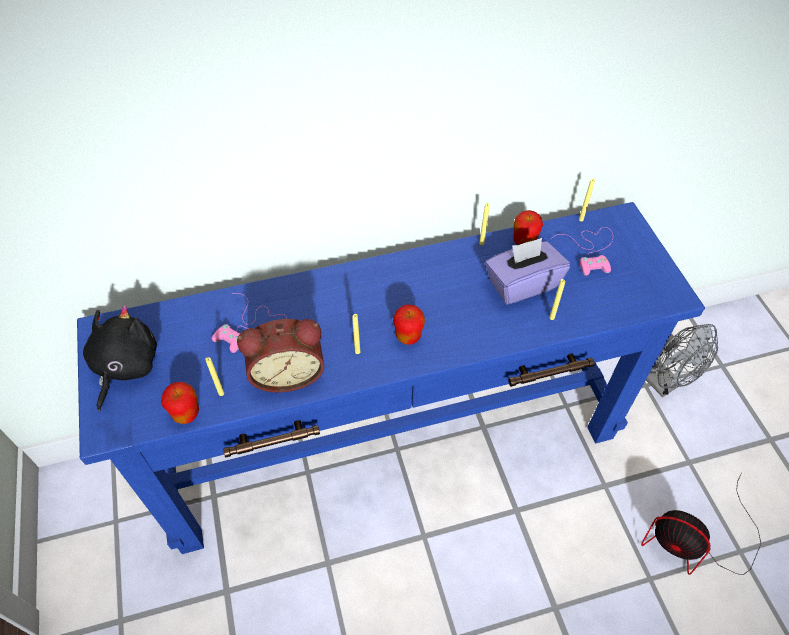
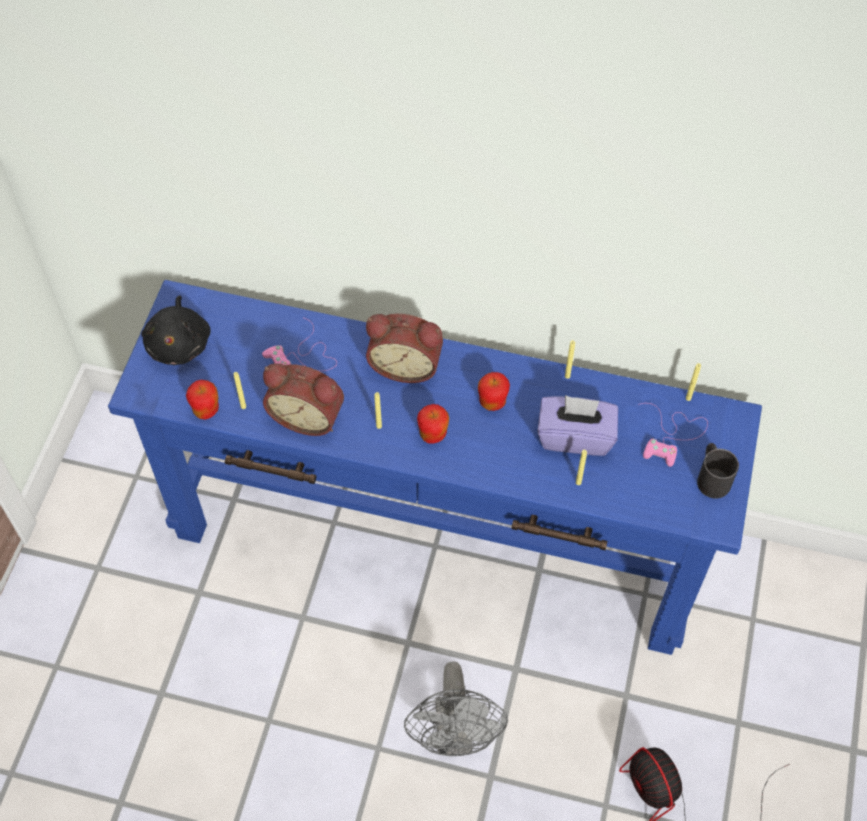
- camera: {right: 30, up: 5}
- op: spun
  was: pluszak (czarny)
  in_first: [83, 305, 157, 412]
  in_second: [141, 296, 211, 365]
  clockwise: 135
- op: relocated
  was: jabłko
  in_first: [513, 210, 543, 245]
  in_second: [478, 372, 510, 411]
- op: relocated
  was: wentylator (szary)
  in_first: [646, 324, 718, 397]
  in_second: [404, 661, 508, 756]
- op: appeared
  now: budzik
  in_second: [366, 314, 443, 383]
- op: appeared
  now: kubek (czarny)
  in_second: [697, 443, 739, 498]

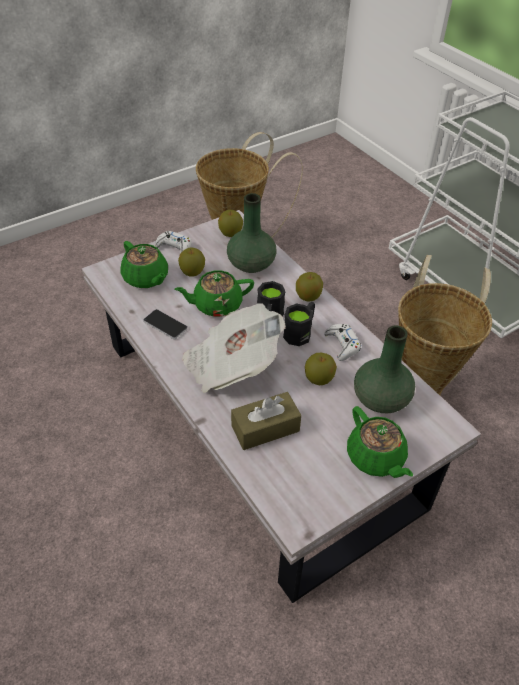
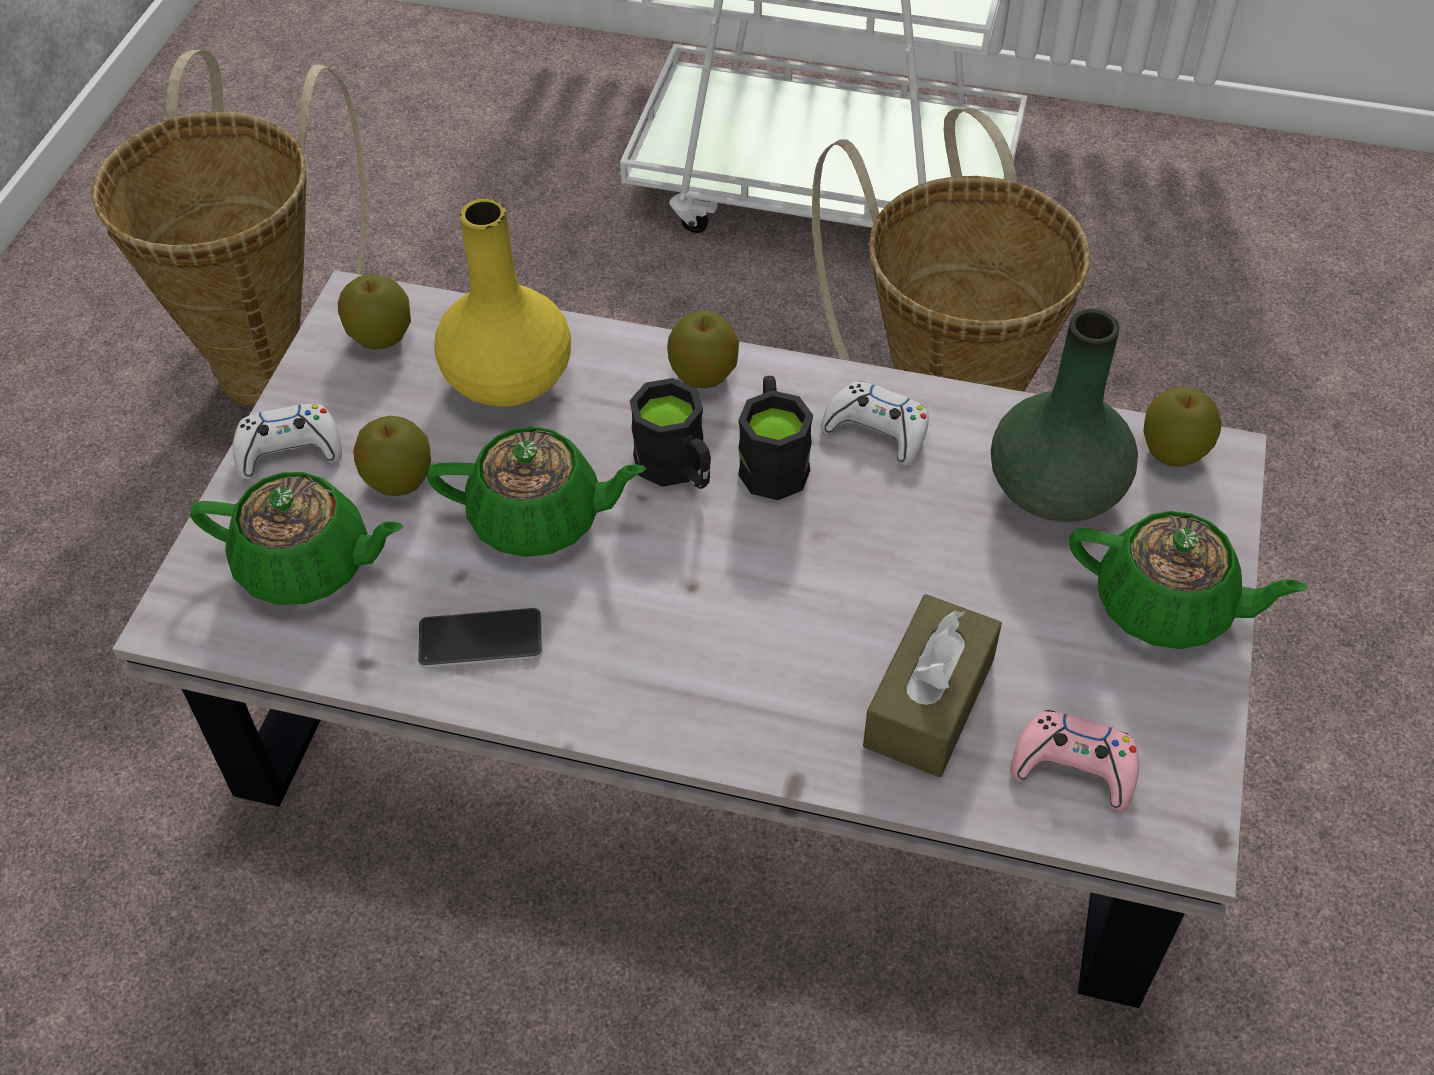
- camera: {right: -40, up: 5}
- op: spun
  was: imbryk (zielony)
  in_first: [175, 270, 254, 317]
  in_second: [427, 426, 647, 557]
  clockwise: -120
- op: missing
  was: gazeta
  in_first: [182, 303, 286, 393]
- op: colour
  was: wazon (zielony)
  now: wazon (żółty)
  in_first: [227, 193, 276, 273]
  in_second: [434, 199, 571, 407]
- op: relocated
  was: jabłko
  in_first: [305, 353, 337, 385]
  in_second: [1143, 387, 1222, 467]
- op: appeared
  now: pad do gier (różowy)
  in_second: [1010, 710, 1139, 811]

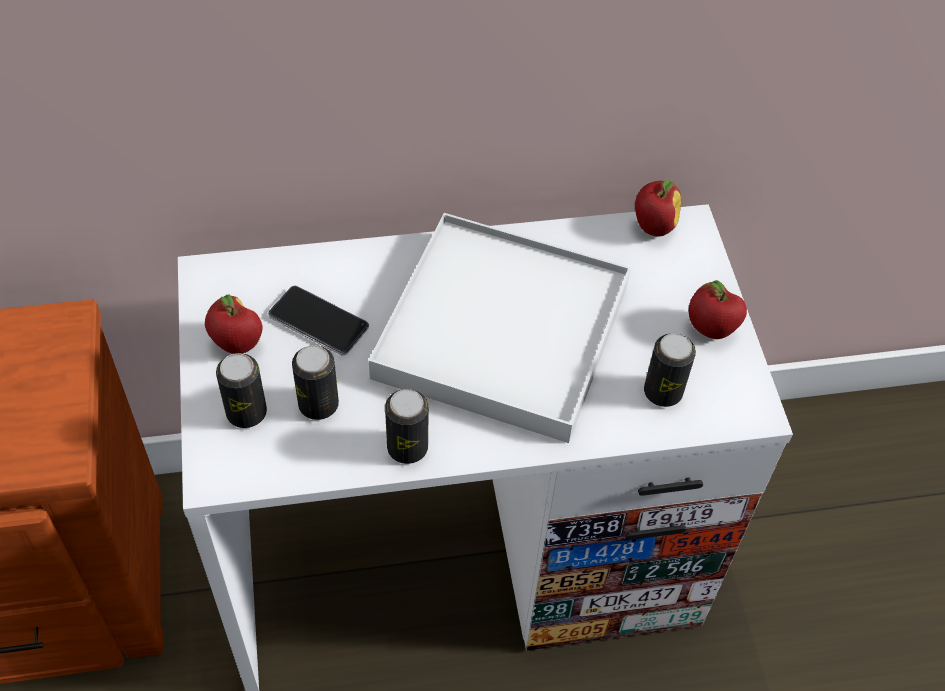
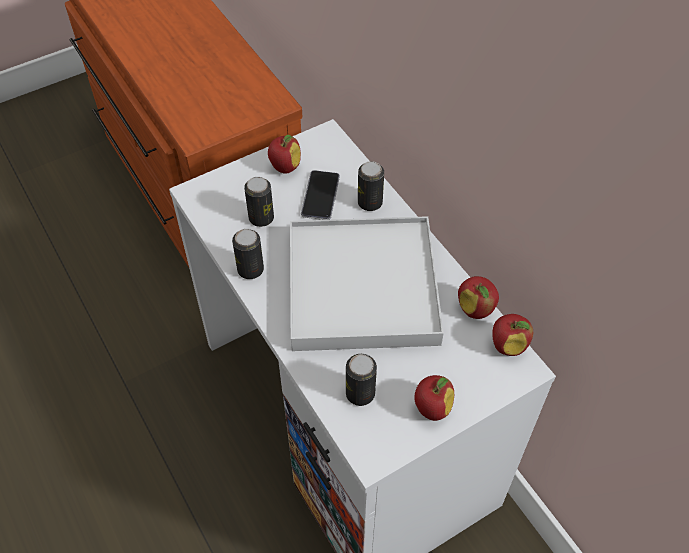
- camera: {right: 70, up: 0}
- op: relocated
  was: puszka
  in_first: [216, 353, 267, 428]
  in_second: [358, 161, 384, 211]
- op: appeared
  now: jabłko
  in_second: [458, 276, 499, 319]

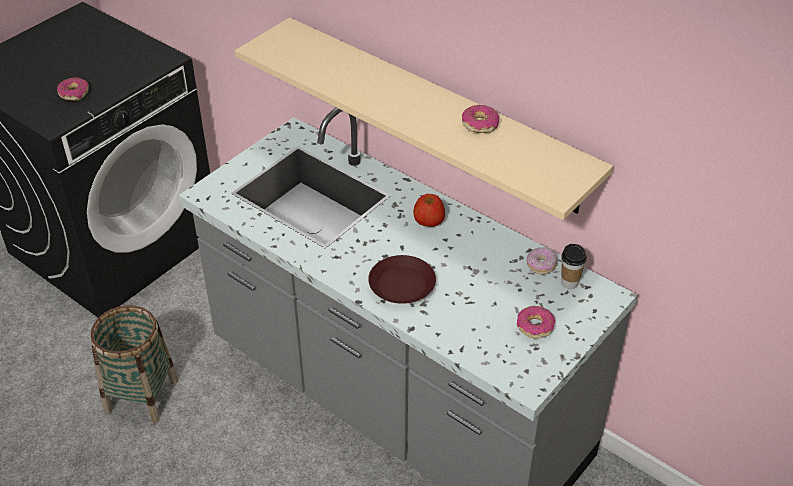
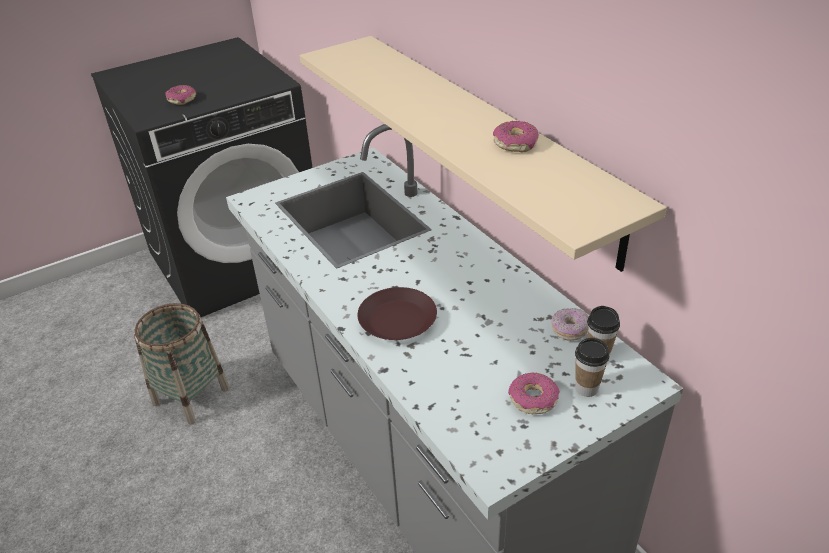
- camera: {right: 20, up: -5}
- op: missing
  was: jabłko
  in_first: [413, 194, 445, 227]
- op: appeared
  now: filiżanka
  in_second: [575, 338, 609, 397]

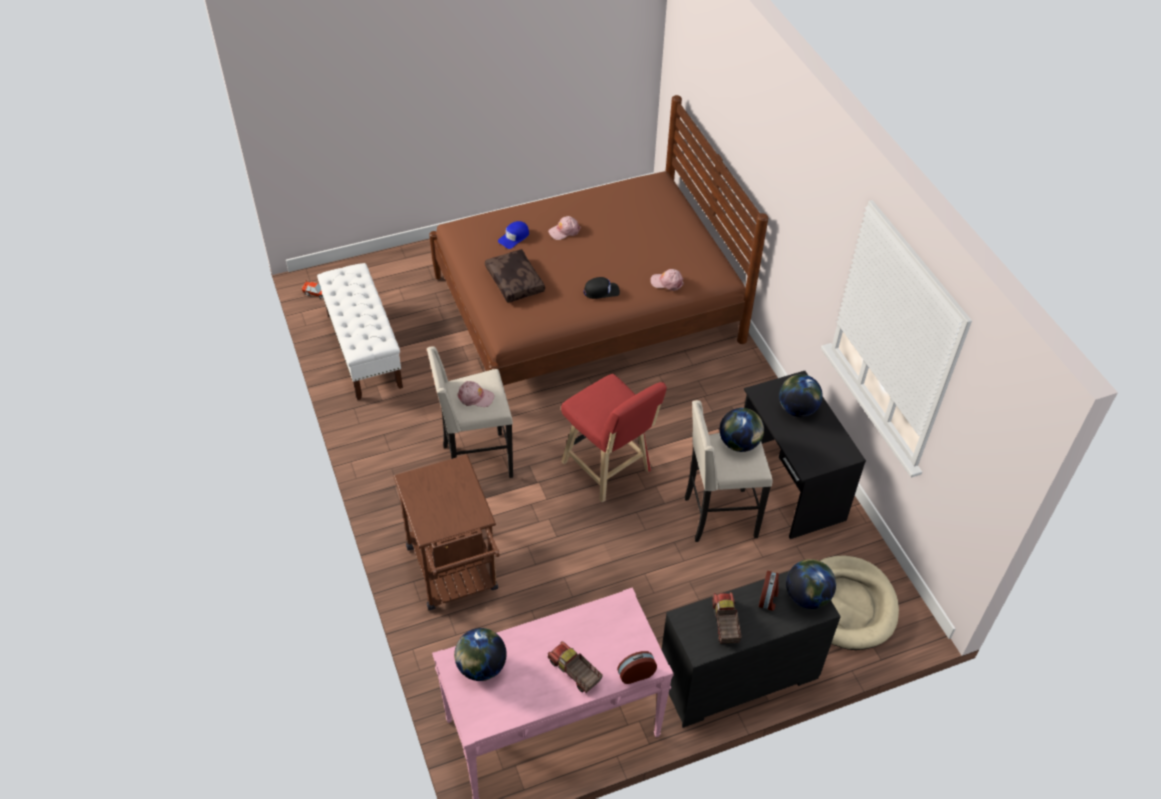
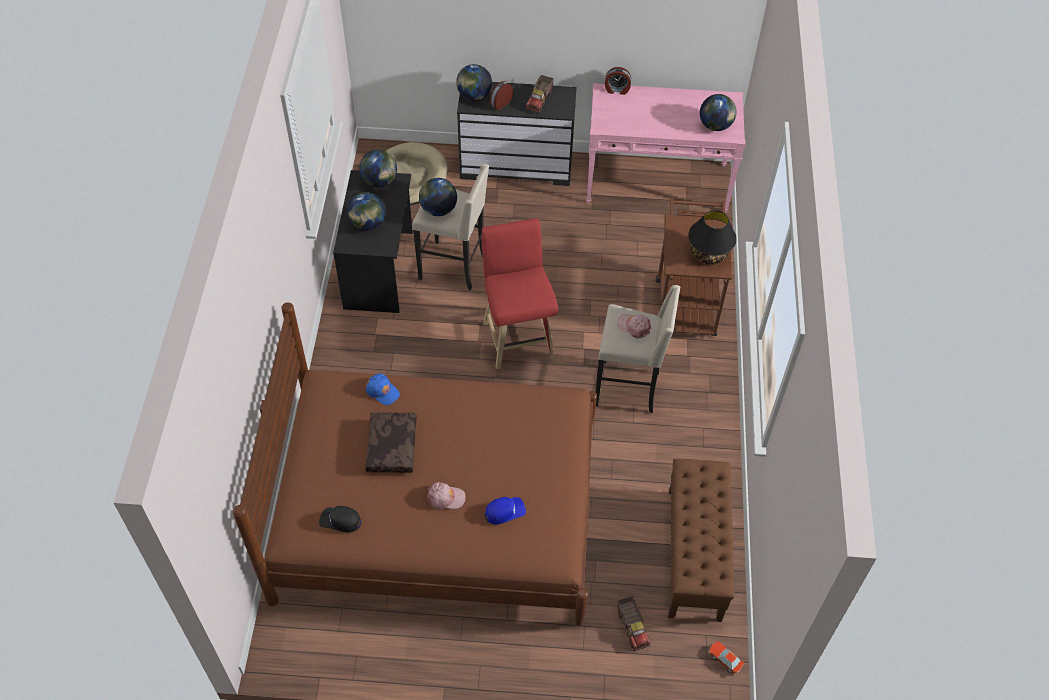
- camera: {right: -155, up: 5}
- op: colour
  was: ławka (biały)
  now: ławka (brązowy)
  in_first: [317, 263, 403, 400]
  in_second: [668, 459, 734, 622]
- op: relocated
  was: poduszka (brązowy)
  in_first: [485, 249, 545, 303]
  in_second: [366, 412, 416, 473]
- op: relocated
  was: ciężarówka zabawkowa
  in_first: [548, 641, 603, 693]
  in_second: [617, 596, 650, 651]
- op: relocated
  was: czapka z daszkiem (czarny)
  in_first: [584, 277, 620, 299]
  in_second: [319, 506, 361, 533]
- op: colour
  was: czapka z daszkiem (różowy)
  now: czapka z daszkiem (niebieski)
  in_first: [651, 269, 684, 291]
  in_second: [366, 373, 400, 405]
- op: appeared
  now: globus
  in_second: [360, 150, 397, 188]
- op: appeared
  now: lampa stołowa (czarny)
  in_second: [688, 210, 737, 265]

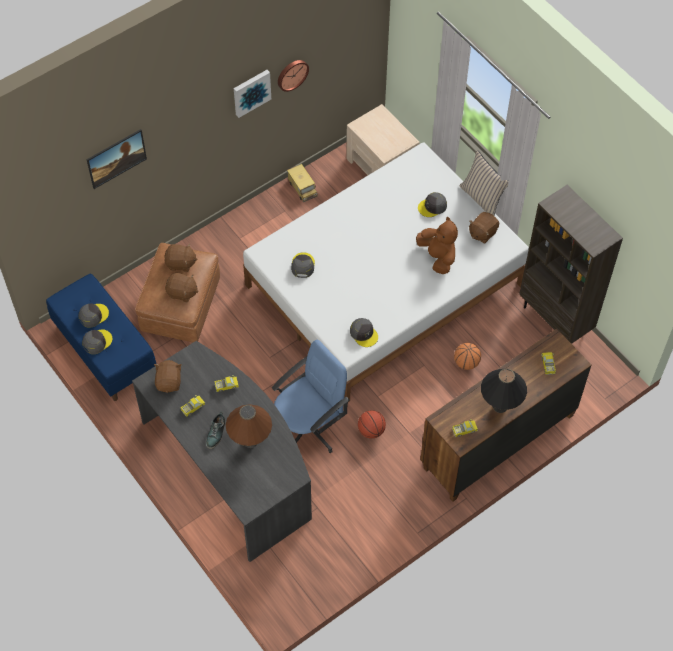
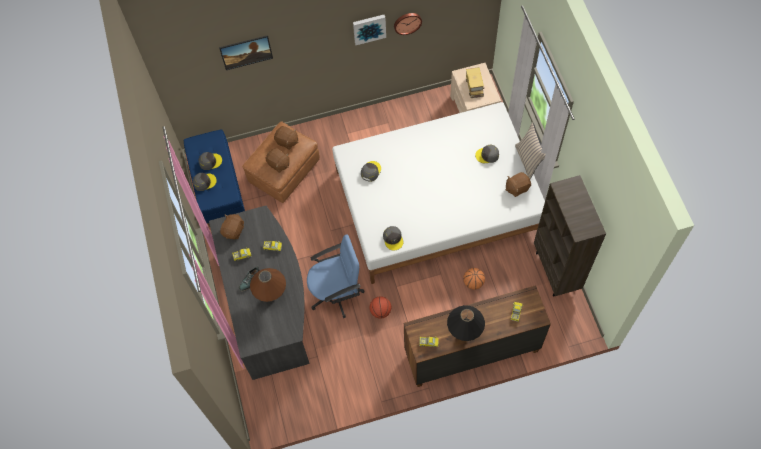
- camera: {right: 25, up: 5}
- op: relocated
  was: ciężarówka zabawkowa
  in_first: [287, 164, 318, 202]
  in_second: [466, 67, 484, 98]
- op: missing
  was: pluszak (brązowy)
  in_first: [416, 216, 458, 274]

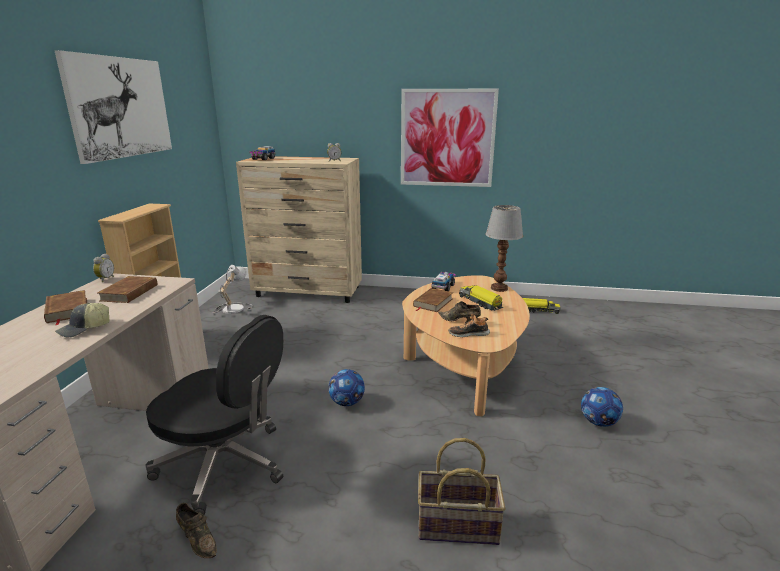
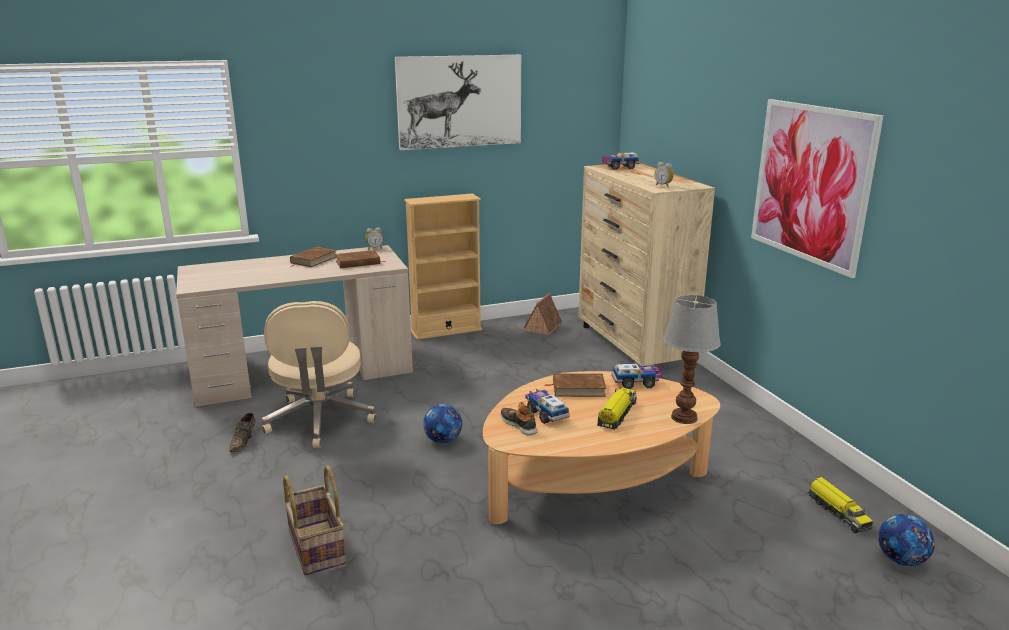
- camera: {right: 60, up: 0}
- op: missing
  was: czapka z daszkiem
  in_first: [55, 303, 109, 337]
- op: colour
  was: krzesło biurowe (czarny)
  now: krzesło biurowe (beżowy)
  in_first: [145, 315, 283, 515]
  in_second: [262, 301, 376, 448]
- op: exchanged
  was: lampa stołowa
  now: domek
  in_first: [213, 265, 253, 314]
  in_second: [524, 293, 562, 335]
- op: exchanged
  was: but (brązowy)
  now: ciężarówka zabawkowa
  in_first: [438, 301, 481, 324]
  in_second: [525, 389, 570, 424]
- op: relocated
  was: piłka futbolowa
  in_first: [581, 387, 623, 427]
  in_second: [878, 514, 935, 566]

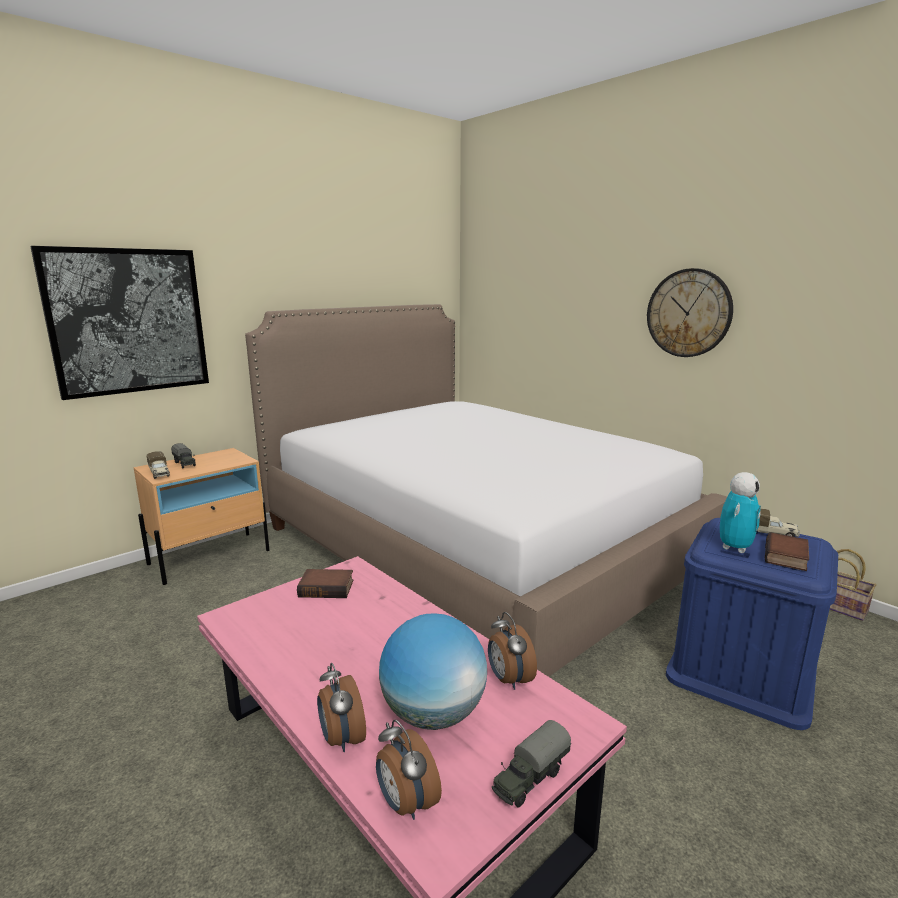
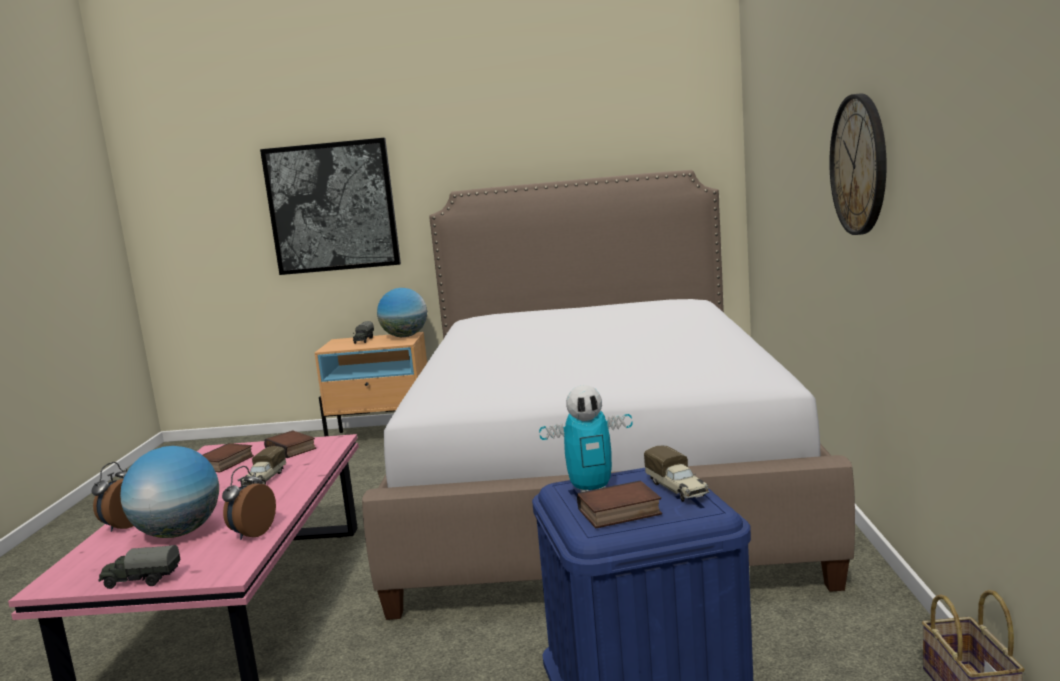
- camera: {right: 45, up: -5}
- op: relocated
  was: ciężarówka zabawkowa
  in_first: [146, 451, 170, 479]
  in_second: [242, 446, 286, 486]
- op: missing
  was: budzik
  in_first: [376, 719, 442, 820]
- op: appeared
  now: książka
  in_second: [203, 443, 254, 472]
- op: appeared
  now: globus
  in_second: [377, 288, 427, 337]

